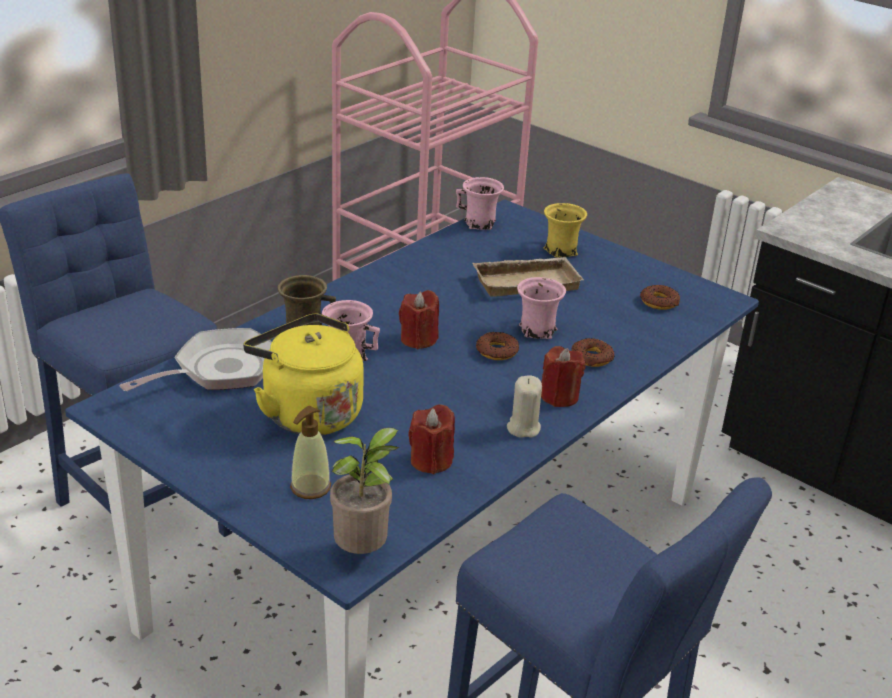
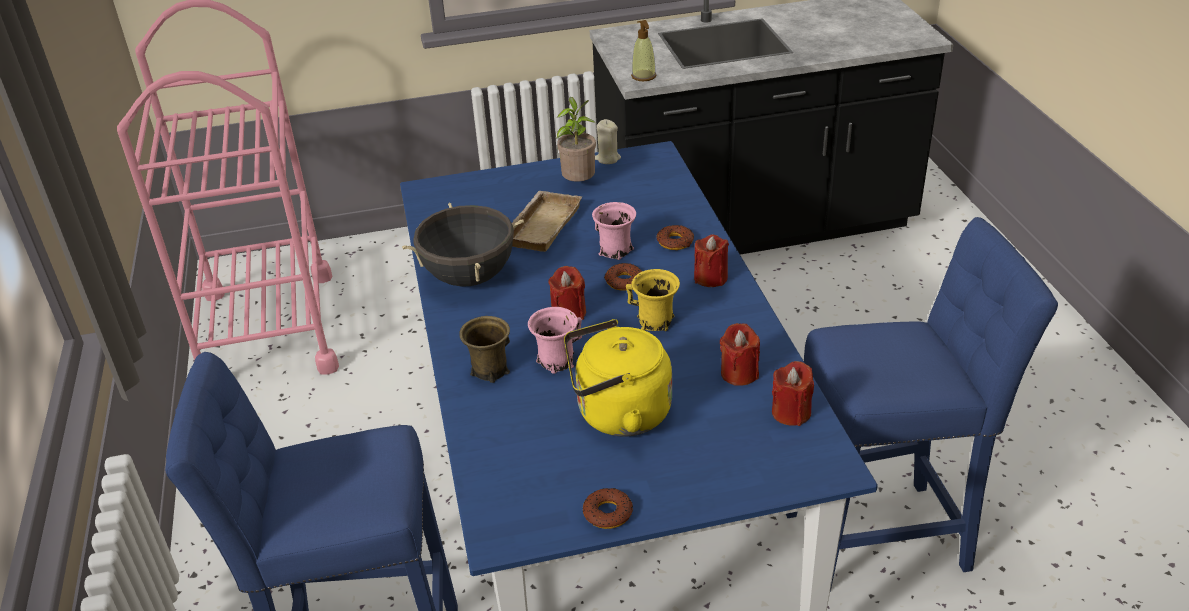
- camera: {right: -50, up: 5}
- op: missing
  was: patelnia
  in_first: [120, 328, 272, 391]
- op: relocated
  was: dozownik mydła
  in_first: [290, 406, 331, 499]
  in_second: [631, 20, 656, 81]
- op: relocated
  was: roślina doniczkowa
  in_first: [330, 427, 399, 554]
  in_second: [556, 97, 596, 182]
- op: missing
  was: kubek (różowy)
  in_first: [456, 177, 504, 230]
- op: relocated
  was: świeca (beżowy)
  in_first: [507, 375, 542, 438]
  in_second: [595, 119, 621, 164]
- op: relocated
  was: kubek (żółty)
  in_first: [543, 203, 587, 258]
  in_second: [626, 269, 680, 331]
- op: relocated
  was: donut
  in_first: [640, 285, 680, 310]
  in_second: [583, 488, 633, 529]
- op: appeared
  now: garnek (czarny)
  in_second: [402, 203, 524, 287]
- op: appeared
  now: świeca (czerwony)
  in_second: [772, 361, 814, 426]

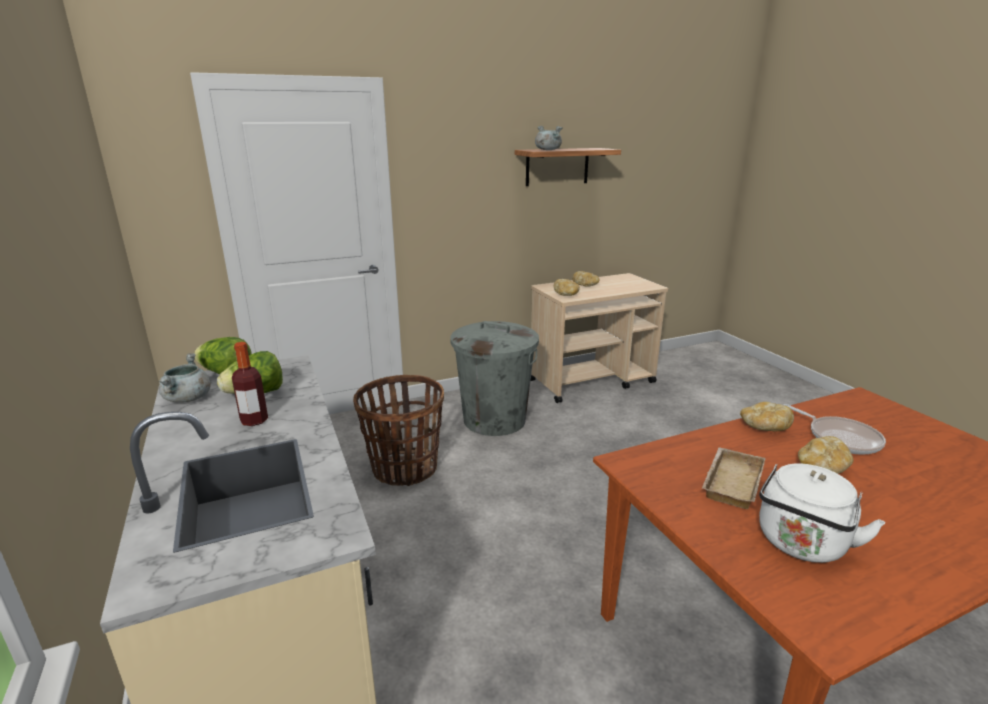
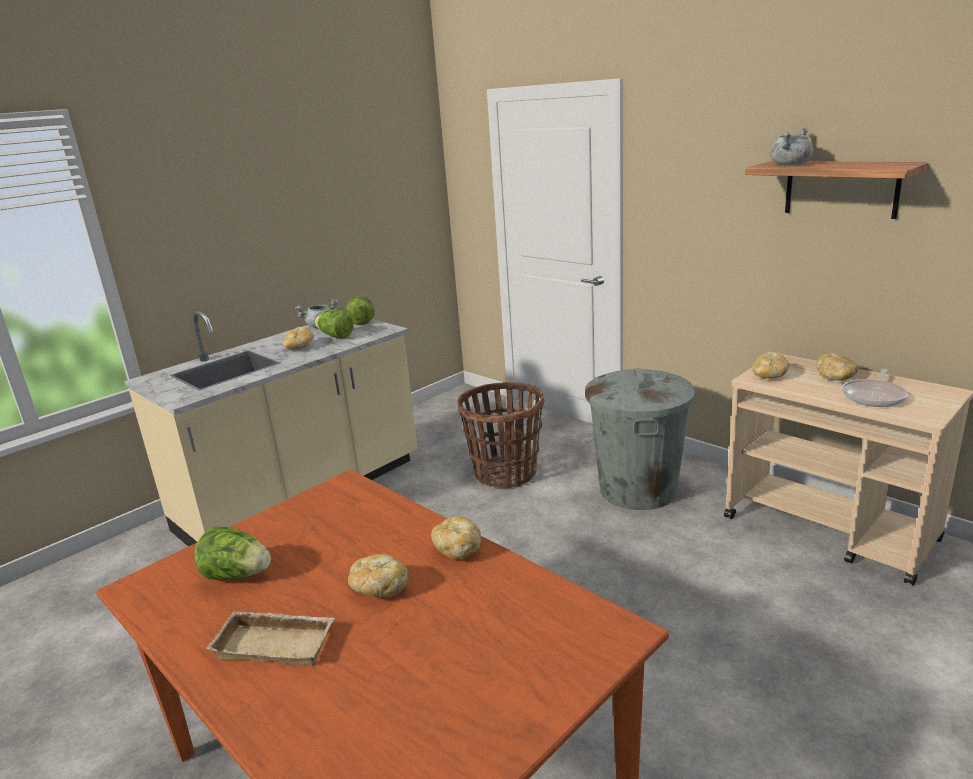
- camera: {right: 70, up: 0}
- op: exchanged
  was: butelka
  now: chleb
  in_first: [232, 342, 268, 426]
  in_second: [283, 327, 314, 350]
- op: relocated
  was: taca (beżowy)
  in_first: [702, 447, 766, 509]
  in_second: [206, 611, 335, 666]
- op: exchanged
  was: czajnik (biały)
  now: sałata
  in_first: [759, 463, 885, 563]
  in_second: [194, 526, 271, 580]
- op: relocated
  was: patelnia
  in_first: [783, 404, 886, 455]
  in_second: [842, 369, 908, 407]

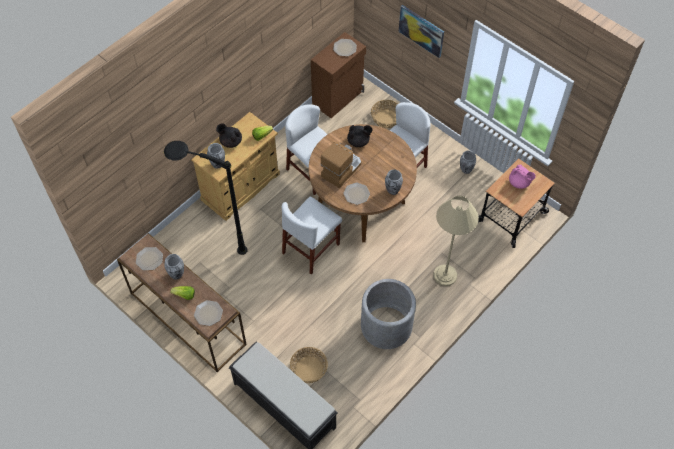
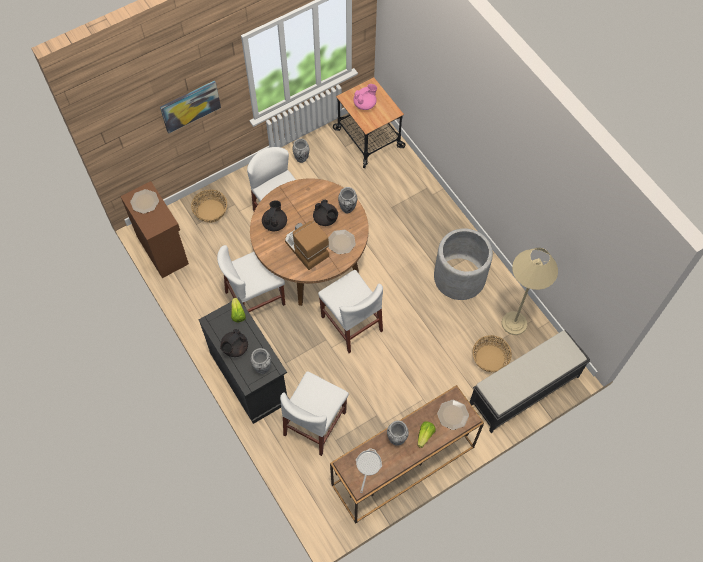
- camera: {right: -75, up: 5}
- op: exchanged
  was: talerz
  now: patelnia
  in_first: [136, 247, 163, 270]
  in_second: [356, 448, 382, 493]
- op: exchanged
  was: lampa stojąca (czarny)
  now: krzesło (biały)
  in_first: [164, 141, 248, 255]
  in_second: [280, 371, 349, 456]
- op: colour
  was: szafka (beżowy)
  now: szafka (czarny)
  in_first: [191, 112, 280, 221]
  in_second: [199, 298, 290, 424]
- op: relocated
  was: lampa stojąca (beżowy)
  in_first: [433, 196, 479, 286]
  in_second: [502, 248, 558, 335]
- op: appeared
  now: imbryk (czarny)
  in_second: [313, 200, 338, 226]

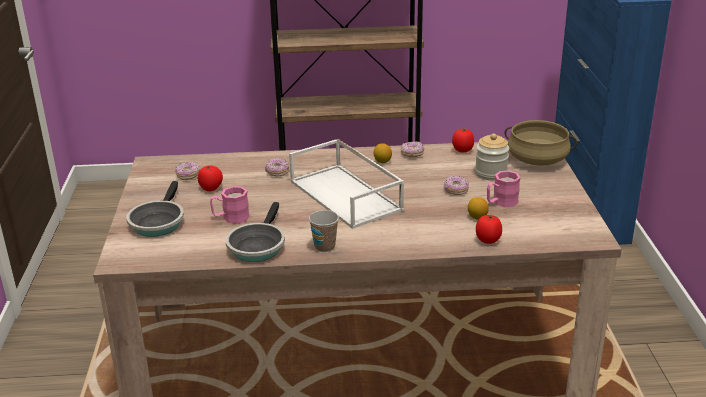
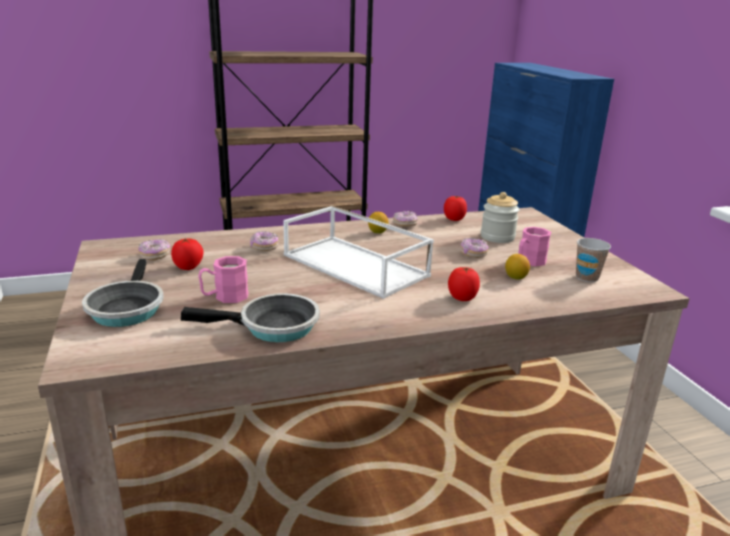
- camera: {right: -15, up: -5}
- op: spun
  was: patelnia
  in_first: [226, 202, 285, 262]
  in_second: [181, 293, 320, 342]
  clockwise: -90
- op: relocated
  was: filiżanka
  in_first: [309, 210, 339, 252]
  in_second: [576, 238, 611, 282]
- op: relocated
  was: pomidor
  in_first: [476, 215, 502, 244]
  in_second: [448, 267, 480, 301]
- op: missing
  was: garnek (beżowy)
  in_first: [504, 120, 577, 166]

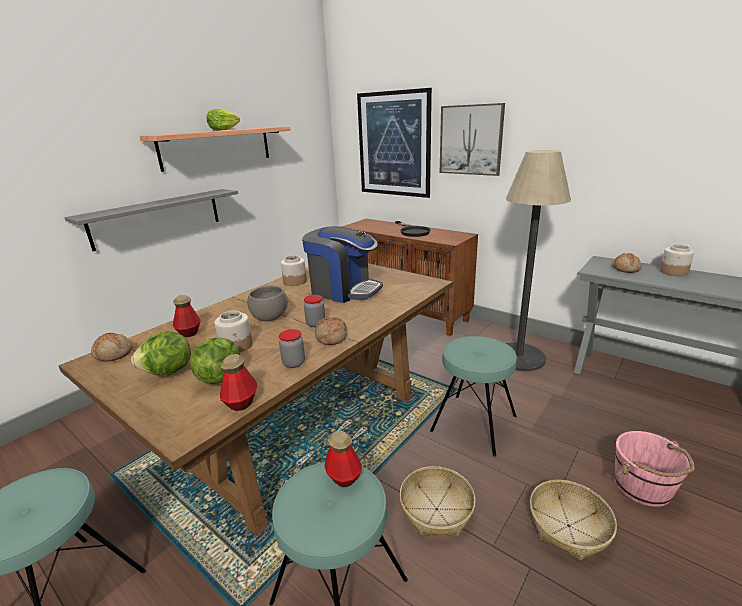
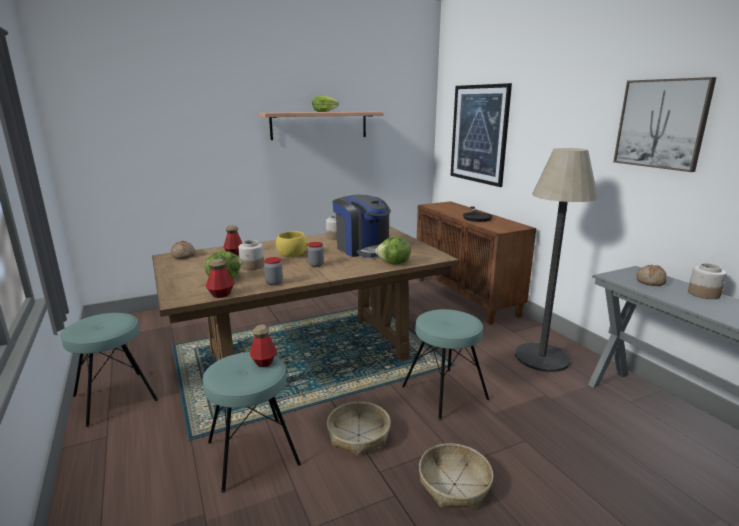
- camera: {right: 25, up: -5}
- op: missing
  was: półka (szary)
  in_first: [65, 189, 238, 251]
- op: relocated
  was: sałata
  in_first: [131, 331, 191, 376]
  in_second: [375, 237, 411, 265]
- op: colour
  was: miska (szary)
  now: miska (żółty)
  in_first: [247, 285, 290, 321]
  in_second: [276, 231, 308, 257]
- op: missing
  was: chleb
  in_first: [315, 317, 347, 345]
- op: relocated
  was: obraz
  in_first: [440, 103, 505, 176]
  in_second: [613, 77, 716, 172]
- op: missing
  was: wiadro (różowy)
  in_first: [614, 431, 695, 507]

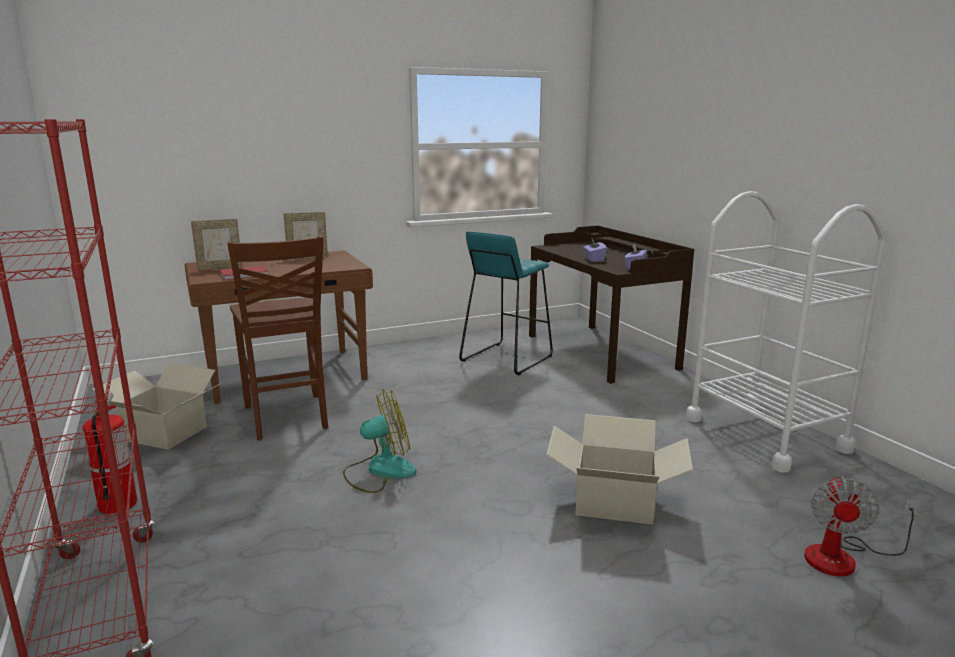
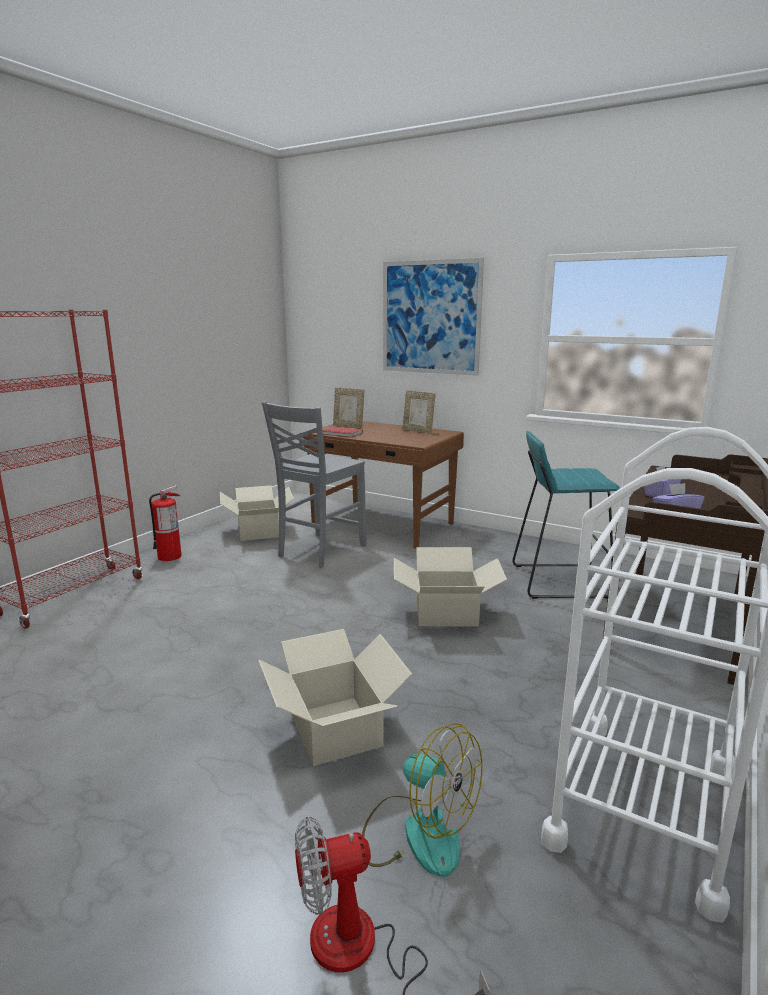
- camera: {right: 55, up: 0}
- op: colour
  was: krzesło (brązowy)
  now: krzesło (szary)
  in_first: [227, 236, 328, 441]
  in_second: [262, 402, 366, 568]
- op: relocated
  was: wentylator
  in_first: [343, 389, 416, 493]
  in_second: [362, 723, 483, 877]
- op: appeared
  now: obraz
  in_second: [383, 258, 484, 376]
- op: appeared
  now: karton
  in_second: [394, 547, 507, 627]

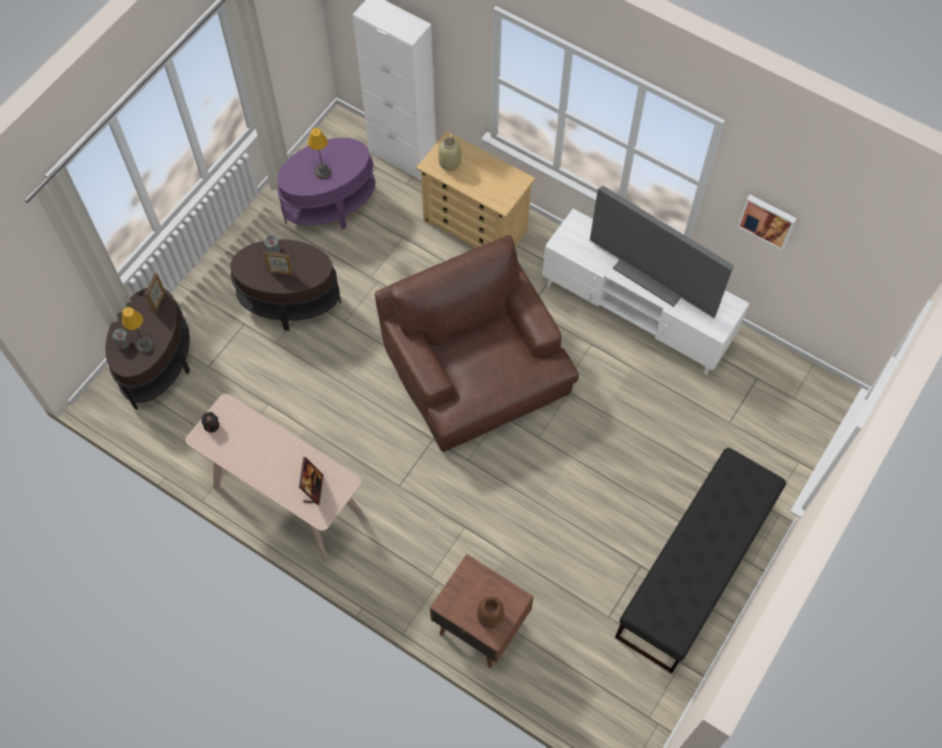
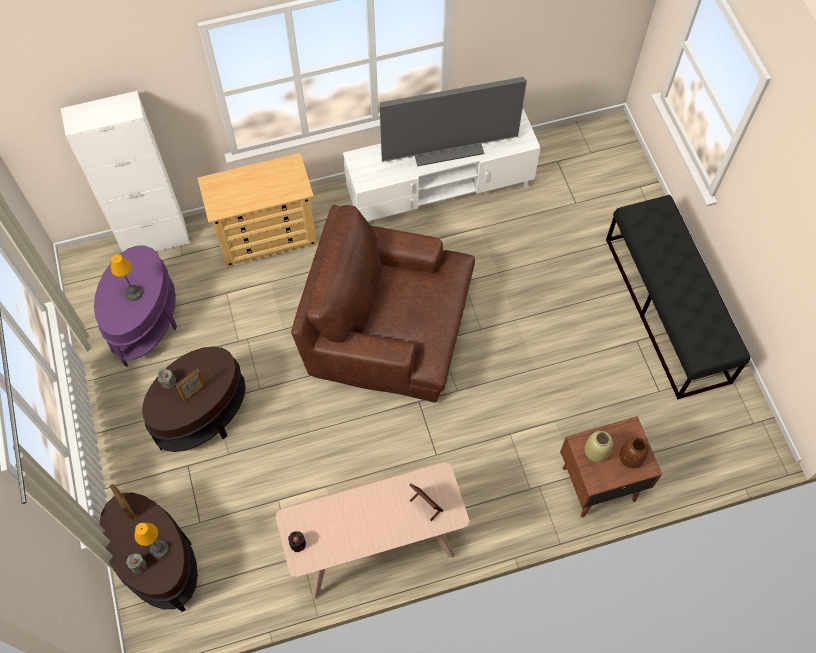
- camera: {right: -50, up: 0}
- op: relocated
  was: wazon (beżowy)
  in_first: [438, 137, 461, 171]
  in_second: [585, 431, 613, 462]
- op: missing
  was: obraz
  in_first: [737, 195, 797, 251]

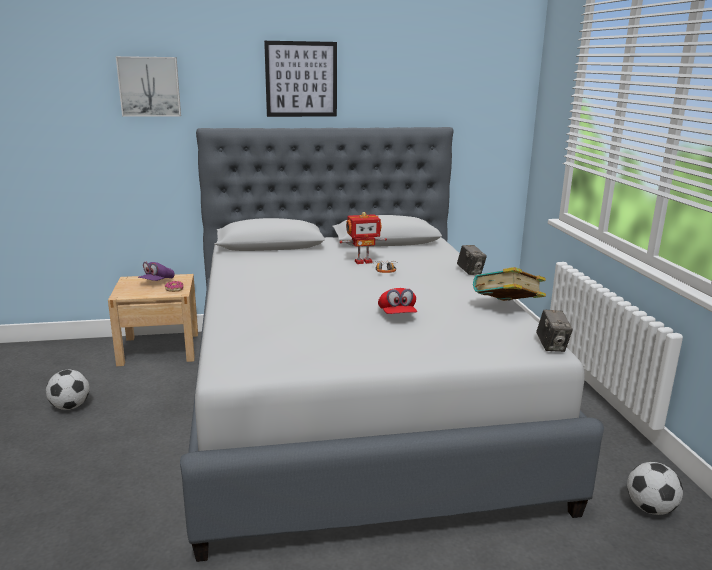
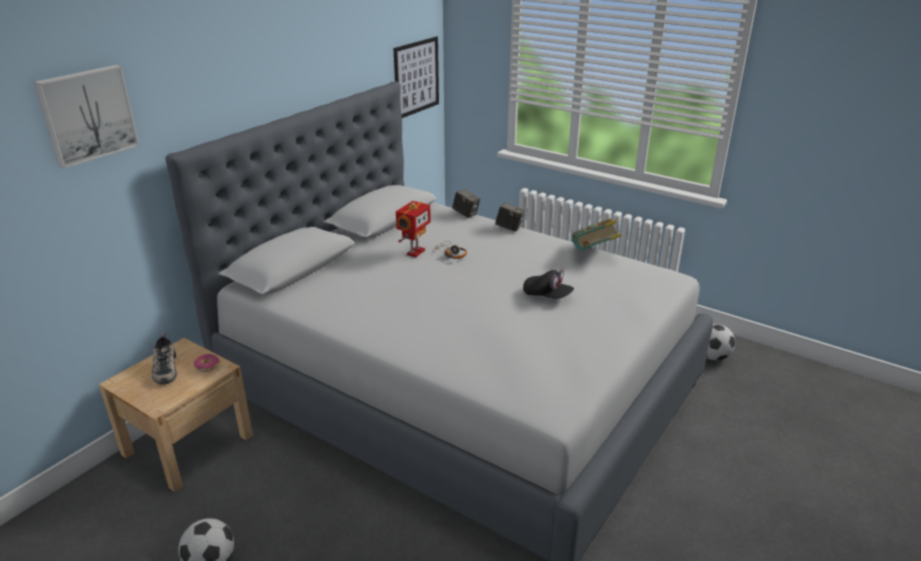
- camera: {right: -45, up: 10}
- op: exchanged
  was: czapka z daszkiem (fioletowy)
  now: but
  in_first: [138, 262, 174, 281]
  in_second: [152, 333, 177, 384]
- op: relocated
  was: obraz
  in_first: [264, 41, 337, 117]
  in_second: [394, 37, 439, 118]
- op: colour
  was: czapka z daszkiem (czerwony)
  now: czapka z daszkiem (czarny)
  in_first: [378, 288, 417, 314]
  in_second: [523, 269, 574, 299]
- op: relocated
  was: aparat fotograficzny
  in_first: [536, 309, 573, 352]
  in_second: [452, 189, 480, 218]

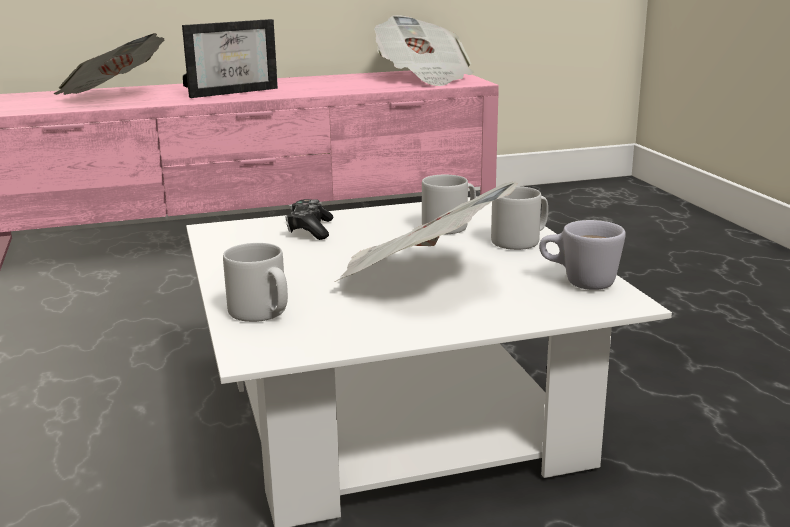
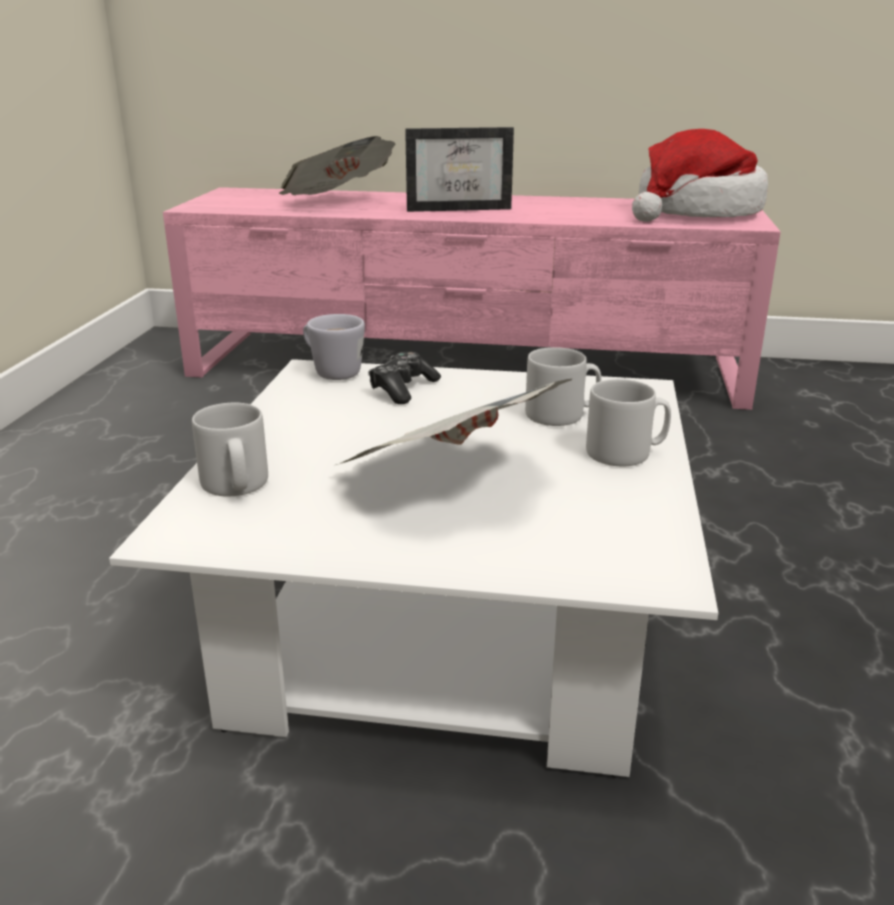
- camera: {right: 25, up: 5}
- op: exchanged
  was: gazeta
  now: kapelusz
  in_first: [374, 15, 474, 86]
  in_second: [632, 129, 768, 222]
- op: relocated
  was: kubek (biały)
  in_first: [539, 220, 626, 290]
  in_second: [303, 314, 365, 380]

